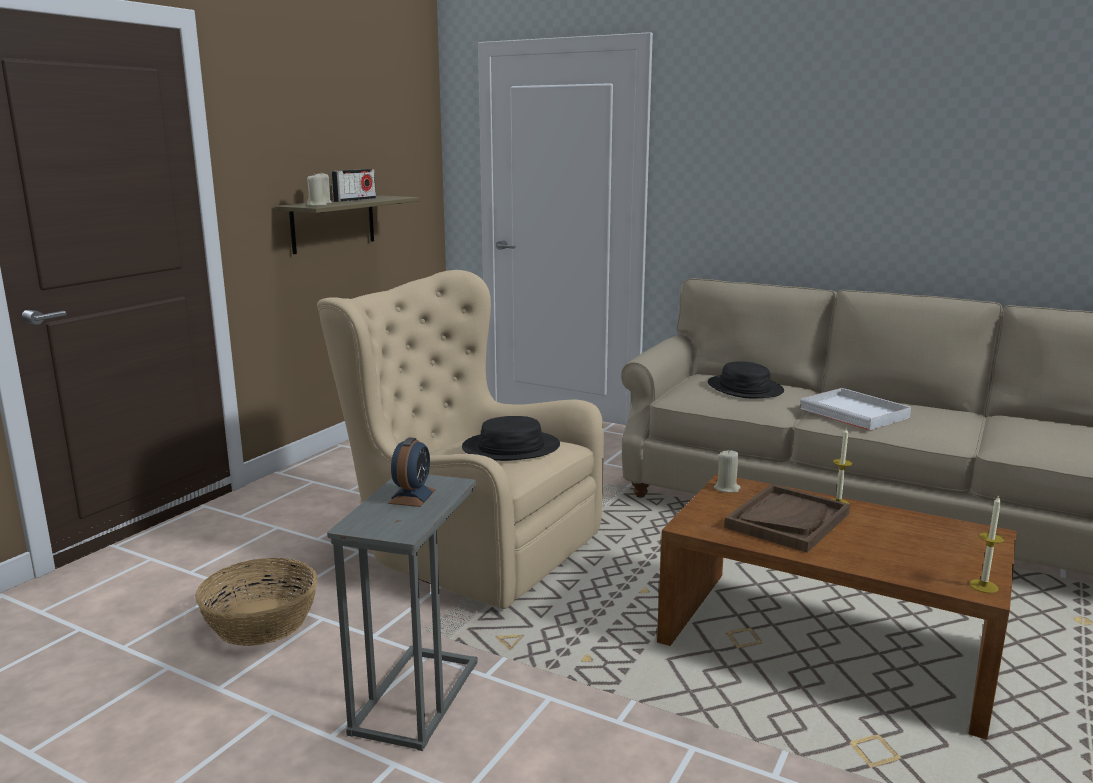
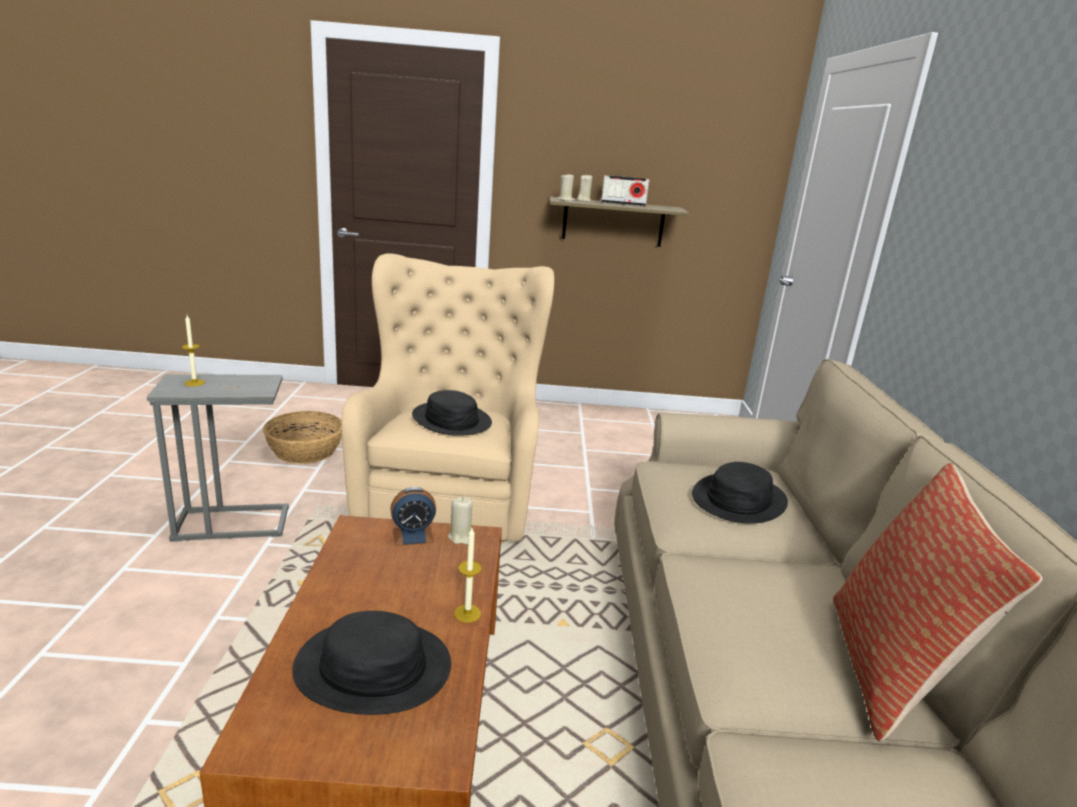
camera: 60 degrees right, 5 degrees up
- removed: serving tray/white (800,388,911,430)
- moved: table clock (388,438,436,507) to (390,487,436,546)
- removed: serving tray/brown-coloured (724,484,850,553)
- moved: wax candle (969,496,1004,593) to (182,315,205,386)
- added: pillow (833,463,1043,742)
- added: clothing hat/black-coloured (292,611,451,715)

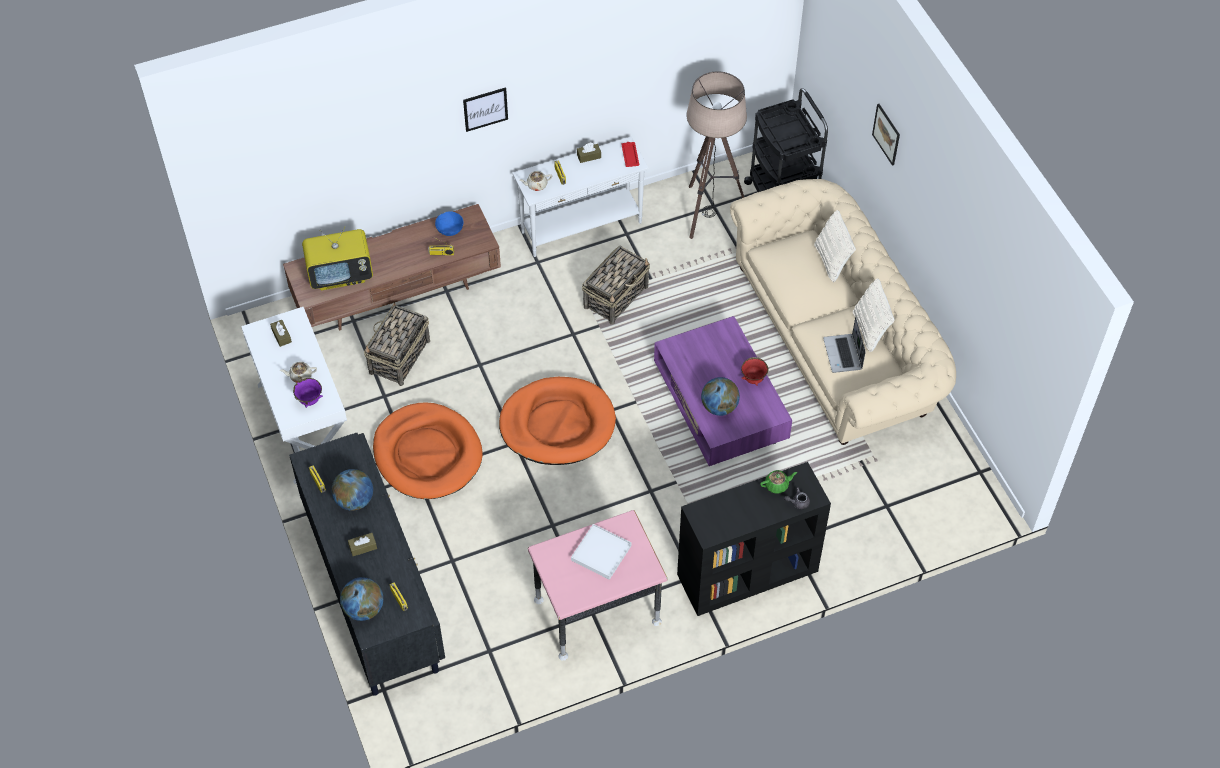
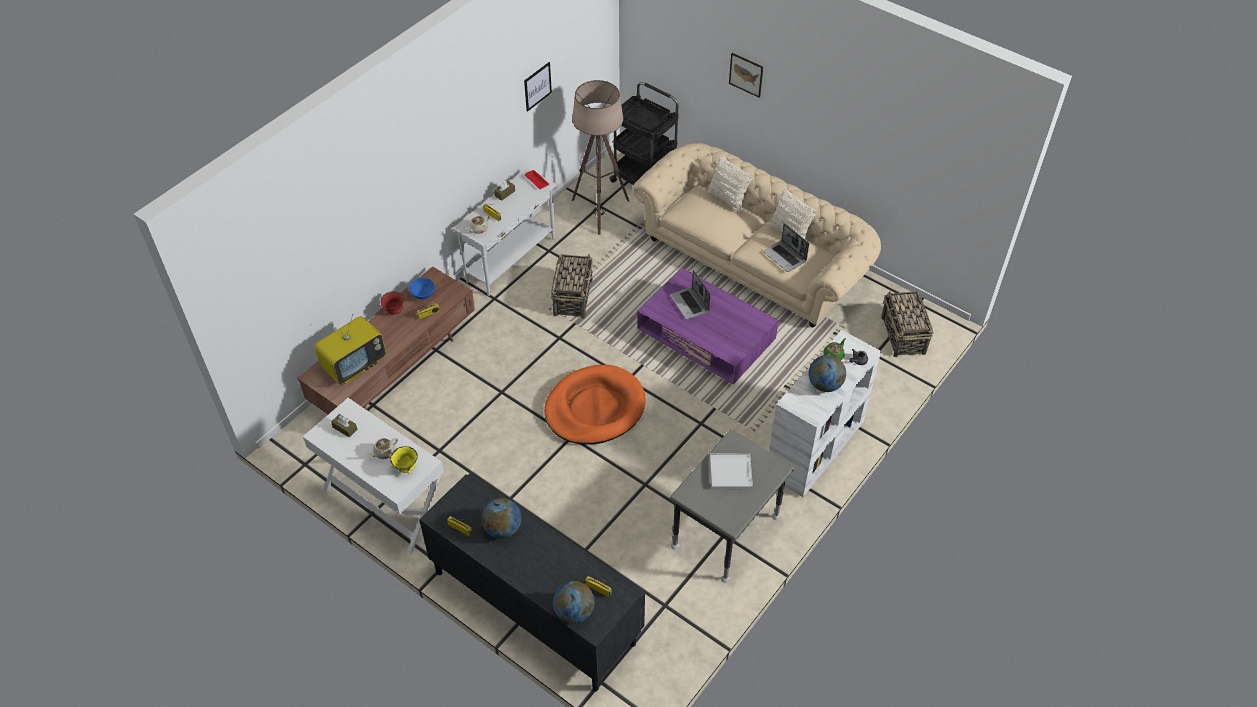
camera: 30 degrees left, 5 degrees down
- moved: wall art (463,87,508,132) to (524,62,552,112)
- moved: basket (364,303,430,386) to (881,291,933,357)
- moved: deep dish/red-coloured (741,357,768,386) to (380,291,404,314)
- moved: desk globe (701,377,740,416) to (809,355,846,392)
- recoloured: deep dish/purple-coloured (293,378,323,408) to deep dish/yellow (390,446,418,474)
- removed: dog bed/orange-coloured (373,403,483,499)
- recoloured: shelving unit/black-coloured (677,462,831,616) to shelving unit/white (769,330,881,497)
- recoloured: desk unit/pinkish (528,510,667,661) to desk unit/greyish (670,429,794,583)
- removed: tissue box/brown-coloured (348,533,377,556)
- added: laptop (670,270,711,320)

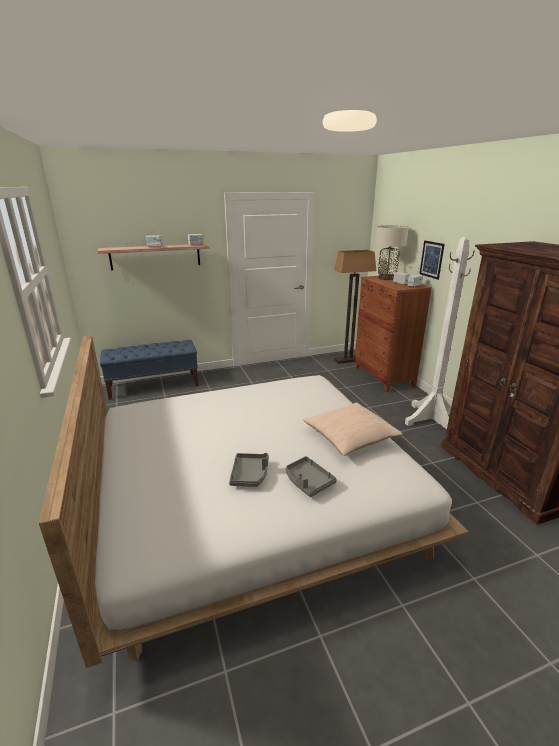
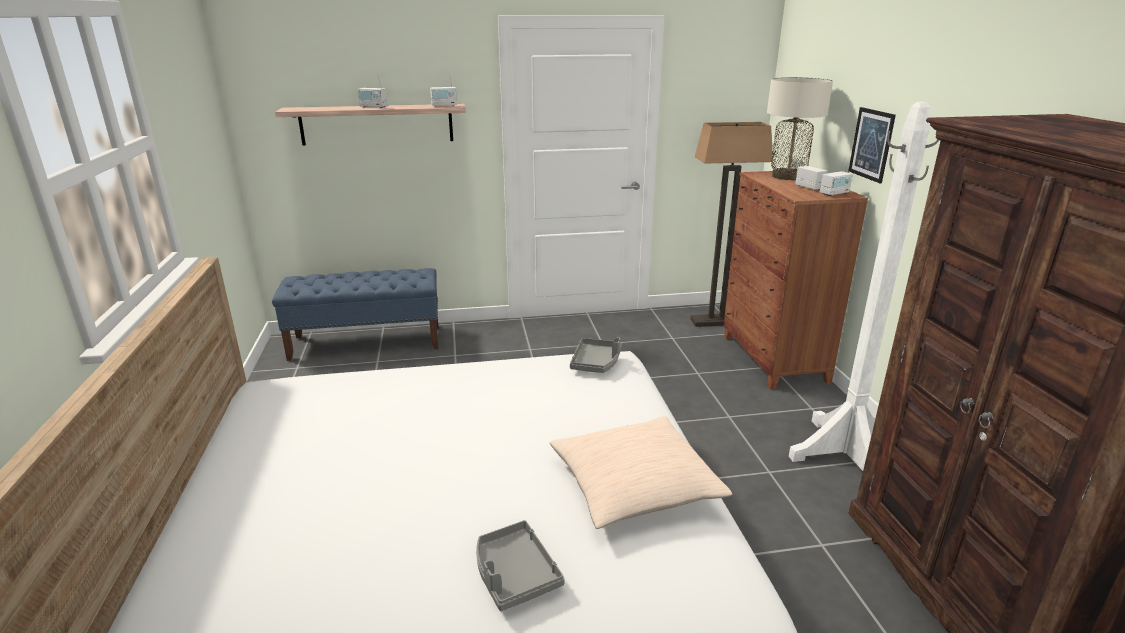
camera: 10 degrees right, 0 degrees up
- moved: serving tray/greyish (229,453,269,487) to (570,337,622,373)

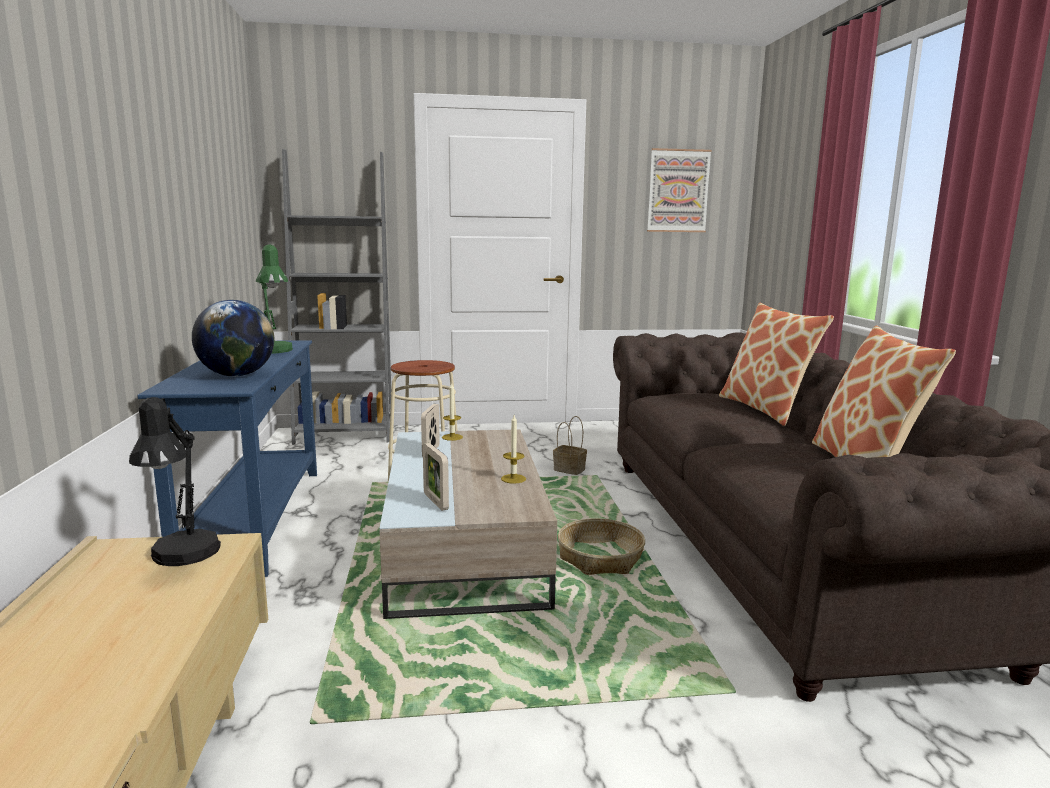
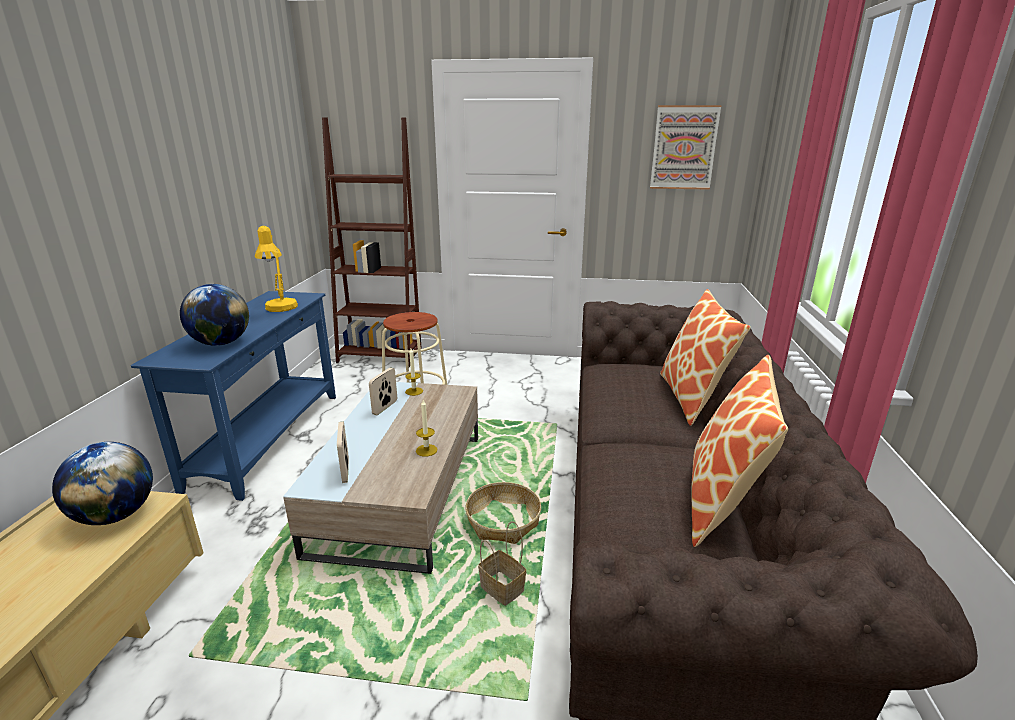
camera: 15 degrees right, 10 degrees up
- recoloured: shelving unit/greyish (282,149,391,445) to shelving unit/brown-coloured (322,117,422,367)
- recoloured: tabletop lamp/green-coloured (256,245,293,354) to tabletop lamp/yellow (255,226,298,312)
- replaced: tabletop lamp/black-coloured (129,397,221,566) to desk globe (52,442,153,525)
- moved: basket (553,416,587,475) to (478,521,526,606)

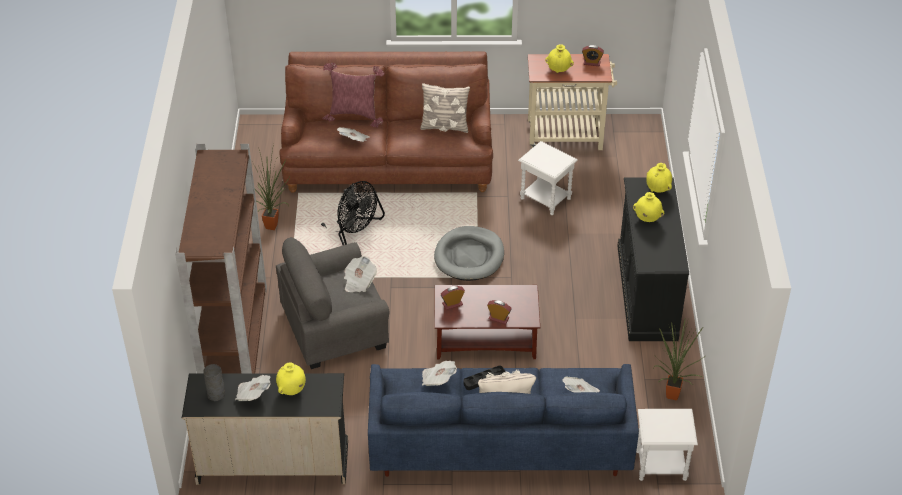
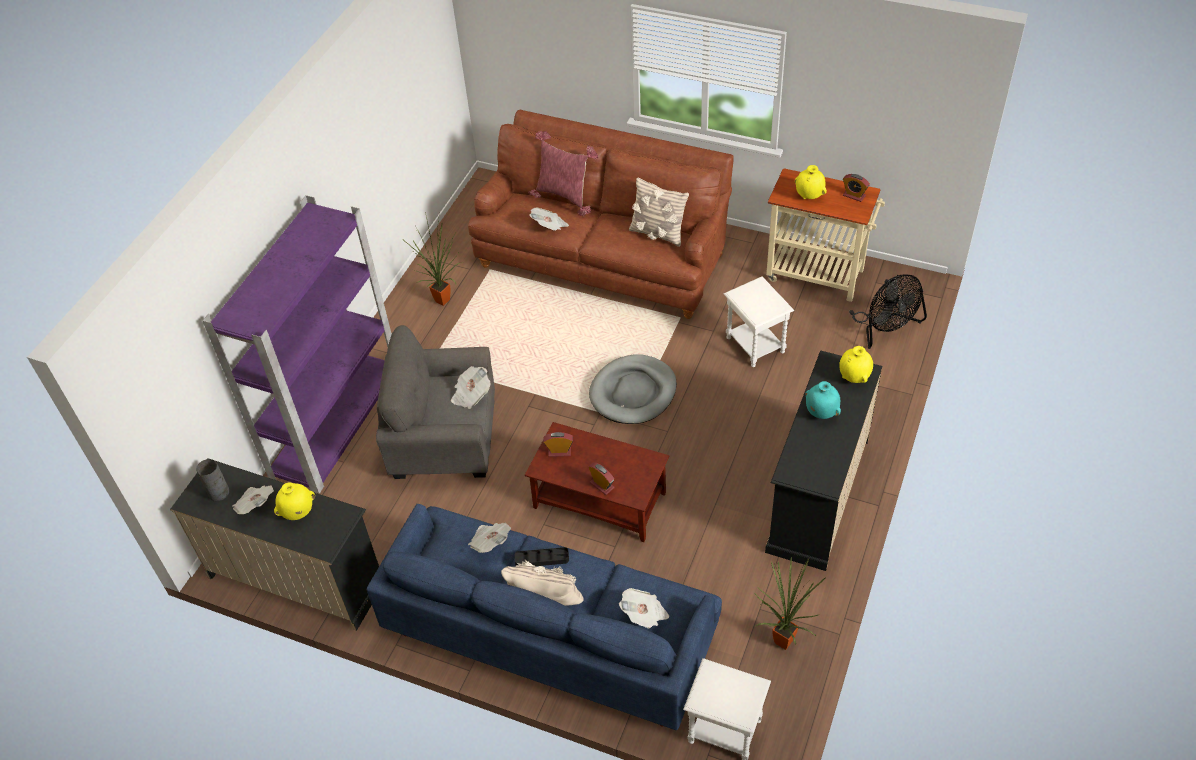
camera: 25 degrees right, 5 degrees up
- recoloured: shelving unit/brown-coloured (175,144,267,374) to shelving unit/purple-coloured (203,195,392,494)
- moved: cooling fan/black-coloured (321,181,385,245) to (849,274,927,349)
- recoloured: flower vase/yellow (633,192,664,222) to flower vase/blue-green (805,381,841,419)

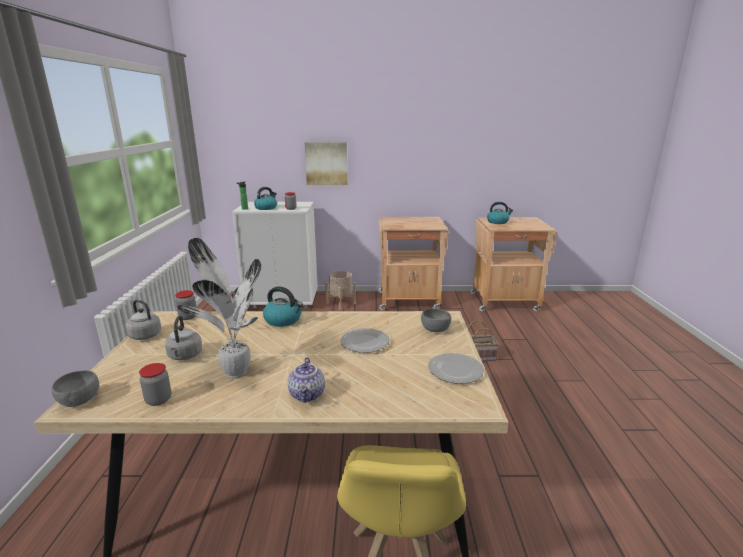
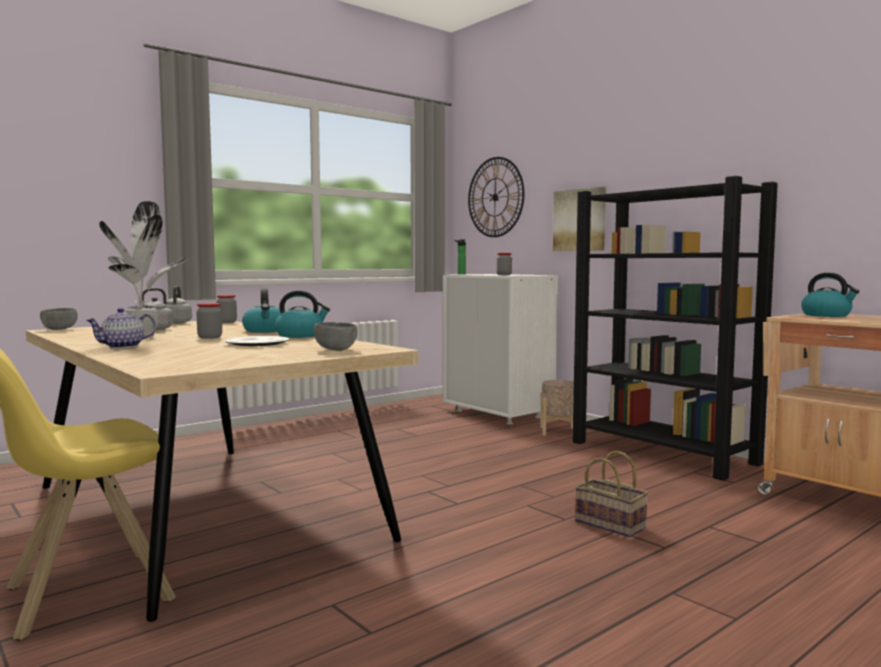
camera: 50 degrees right, 15 degrees down
- moved: kettle (254,187,277,210) to (275,291,330,338)
- replaced: cart/brown-coloured (379,217,449,310) to shelving unit/black-coloured (573,176,778,481)
- removed: flat dish (428,353,484,384)
- moved: storage jar (139,363,171,406) to (196,303,222,339)
- added: hanging clock (468,157,524,237)

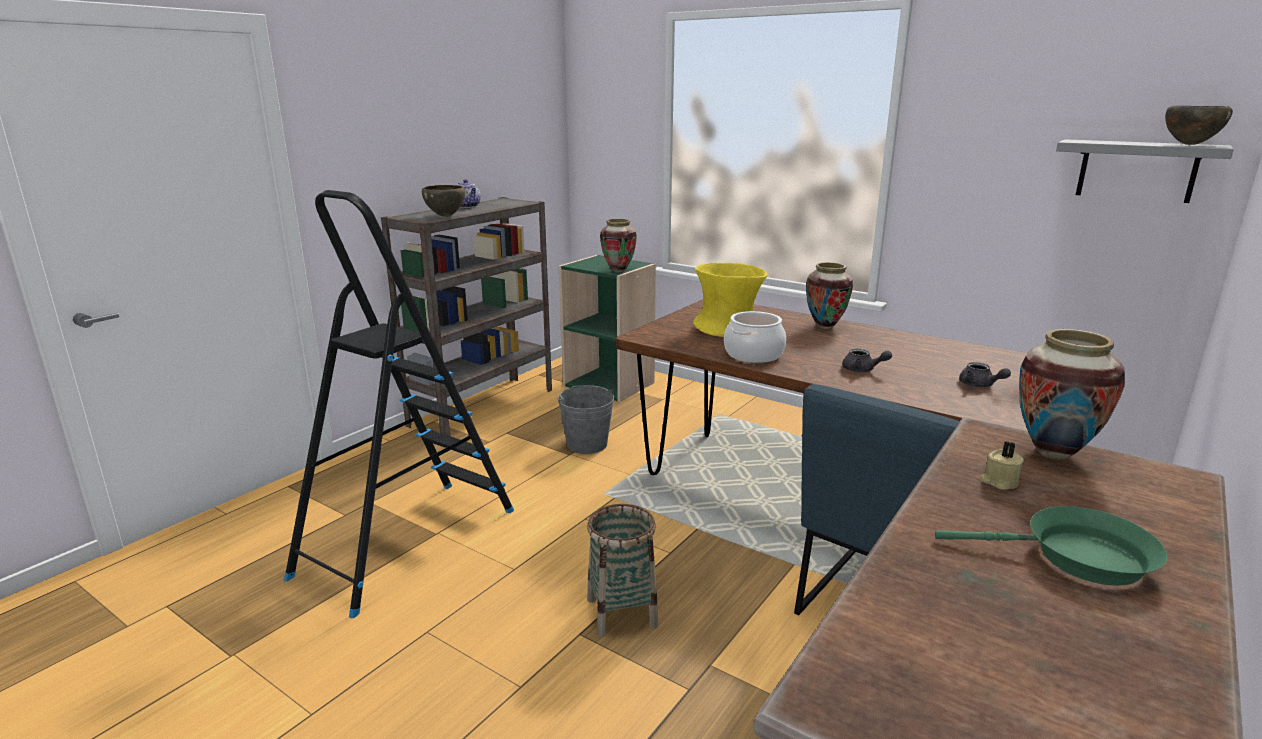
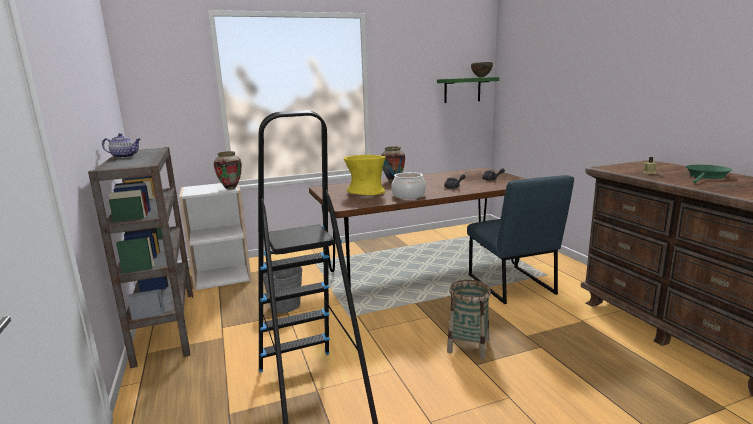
camera: 55 degrees left, 5 degrees down
- recoloured: wall shelf/greyish (1056,139,1234,203) to wall shelf/green-coloured (437,77,499,103)
- removed: deep dish/brown-coloured (422,185,465,217)
- recoloured: shelving unit/green-coloured (559,255,656,402) to shelving unit/white (179,183,252,291)
- removed: flower vase (1019,329,1125,460)

